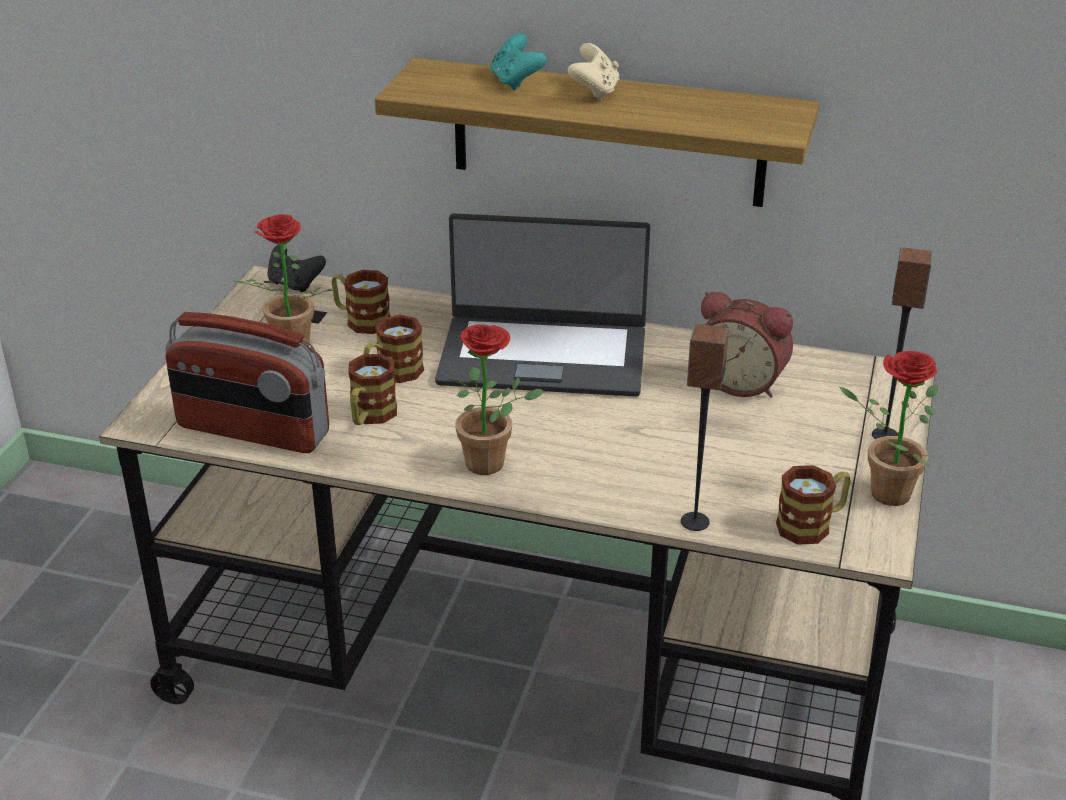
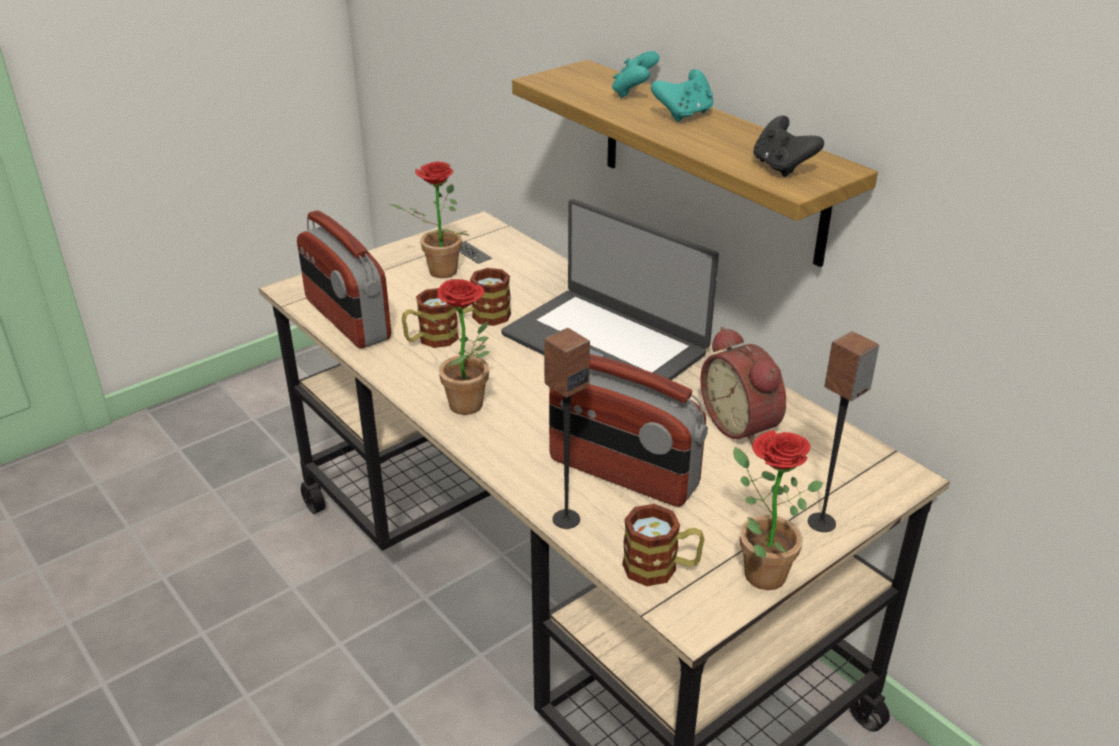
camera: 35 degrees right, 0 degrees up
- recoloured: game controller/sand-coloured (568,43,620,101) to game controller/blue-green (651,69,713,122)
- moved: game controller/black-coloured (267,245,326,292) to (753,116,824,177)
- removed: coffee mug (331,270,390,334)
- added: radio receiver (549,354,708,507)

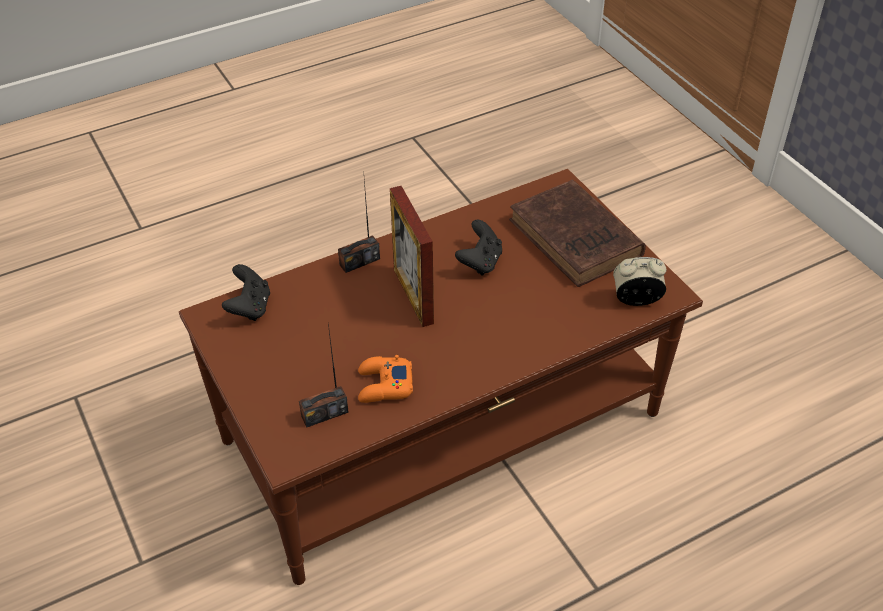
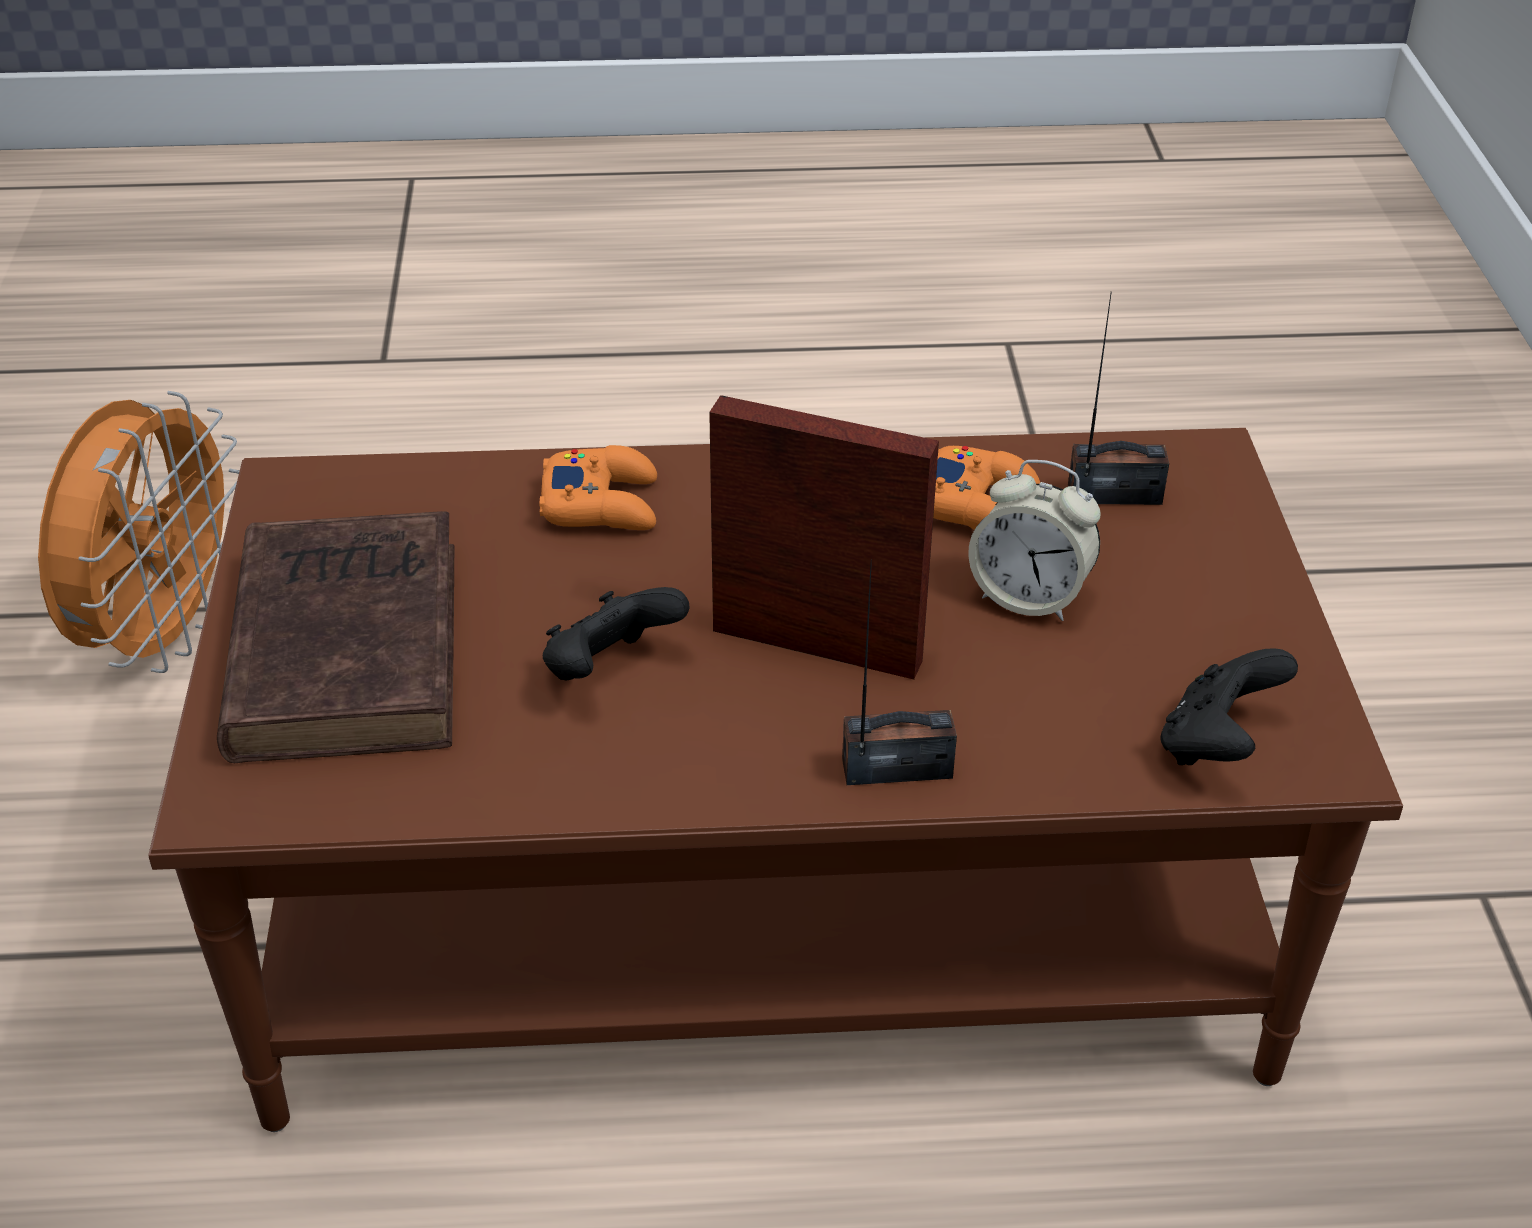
camera: 155 degrees left, 5 degrees down
- turned: standing frame (390,186,434,327) = (709,395,939,679) 75 degrees counterclockwise
- moved: table clock (613,257,666,306) to (968,460,1101,621)
- added: cooling fan/orange-coloured (38,391,239,673)
- added: game controller/orange-coloured (539,445,657,530)

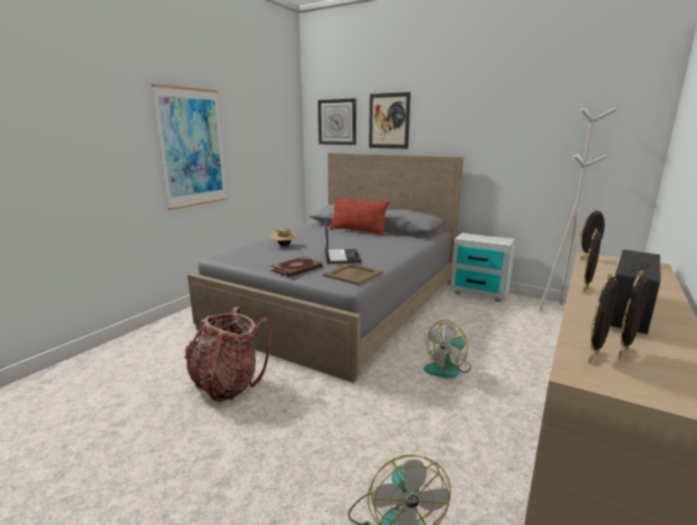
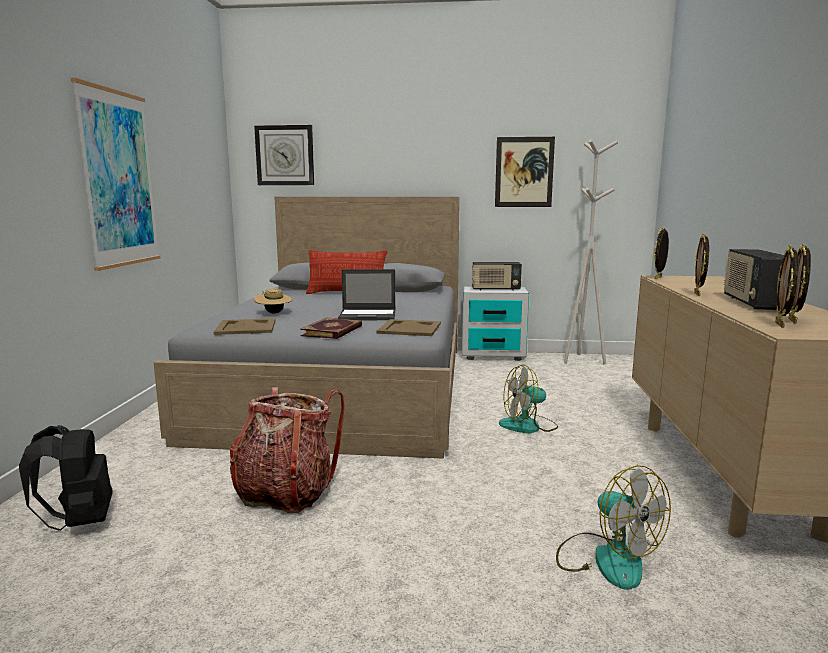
camera: 25 degrees left, 5 degrees down
- moved: wall art (369,92,411,149) to (495,137,555,207)
- turned: laptop (325,219,362,264) = (338,269,395,320) 120 degrees clockwise
- turned: cooling fan (424,320,471,378) = (499,365,558,433) 45 degrees clockwise
- added: radio receiver (472,262,522,291)
- added: serving tray/sand-coloured (214,318,276,335)
- added: rucksack/black-coloured (19,425,113,531)

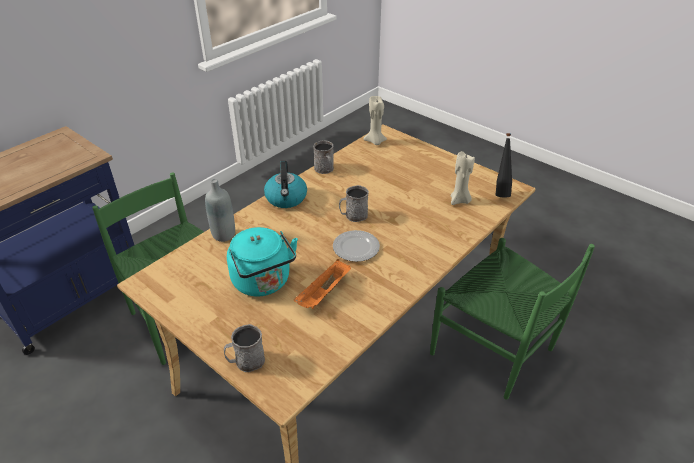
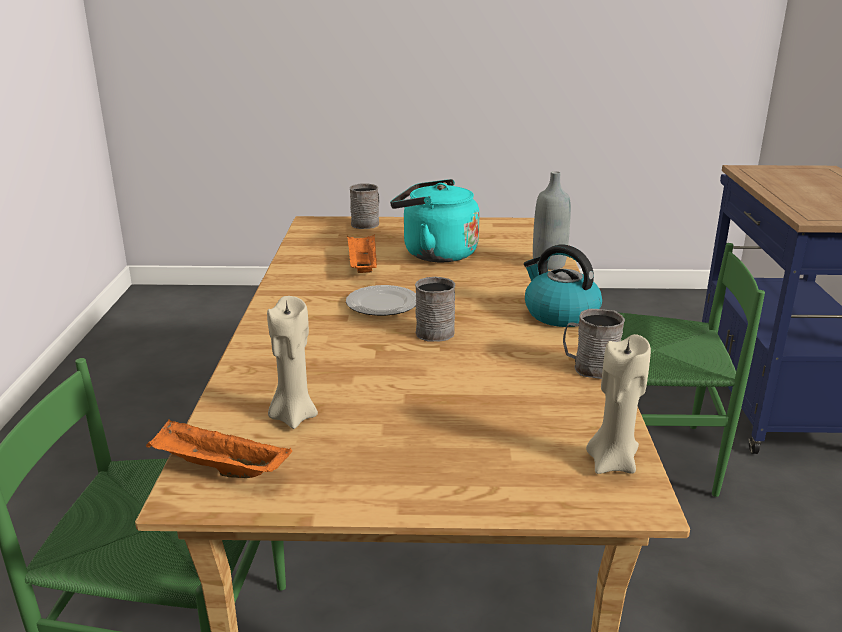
camera: 140 degrees right, 15 degrees down
- replaced: bottle/black-coloured (496,133,512,198) to serving tray/orange-coloured (146,419,292,478)

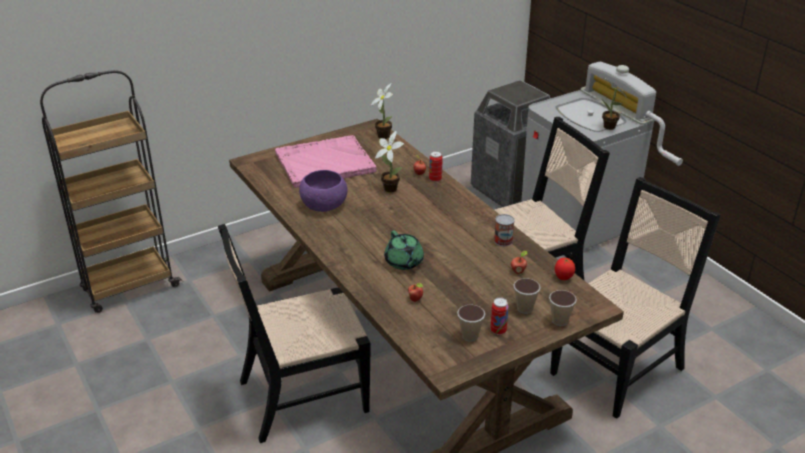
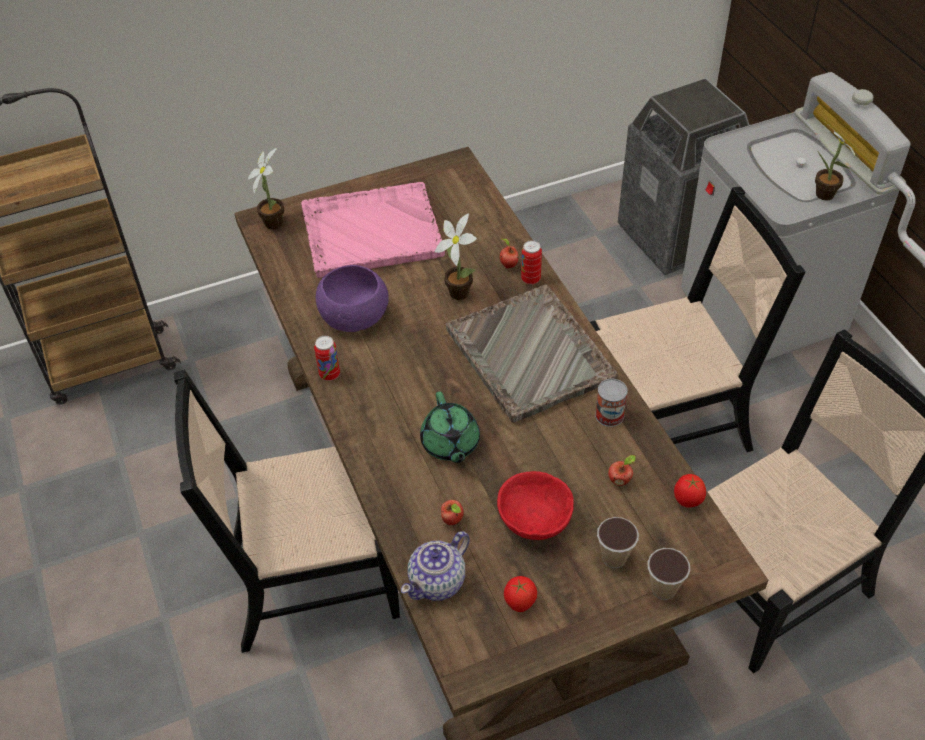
camera: 10 degrees right, 15 degrees up
- moved: plant in a pot (371,83,393,139) to (248,148,284,230)
- moved: sealed can (490,298,509,335) to (314,336,340,381)
- replaced: drinking cup (457,305,485,342) to tomato (504,576,537,612)
- added: serving tray/greyish (446,285,618,423)
- added: deep dish/red-coloured (497,471,574,540)
- added: tea pot (401,531,470,601)

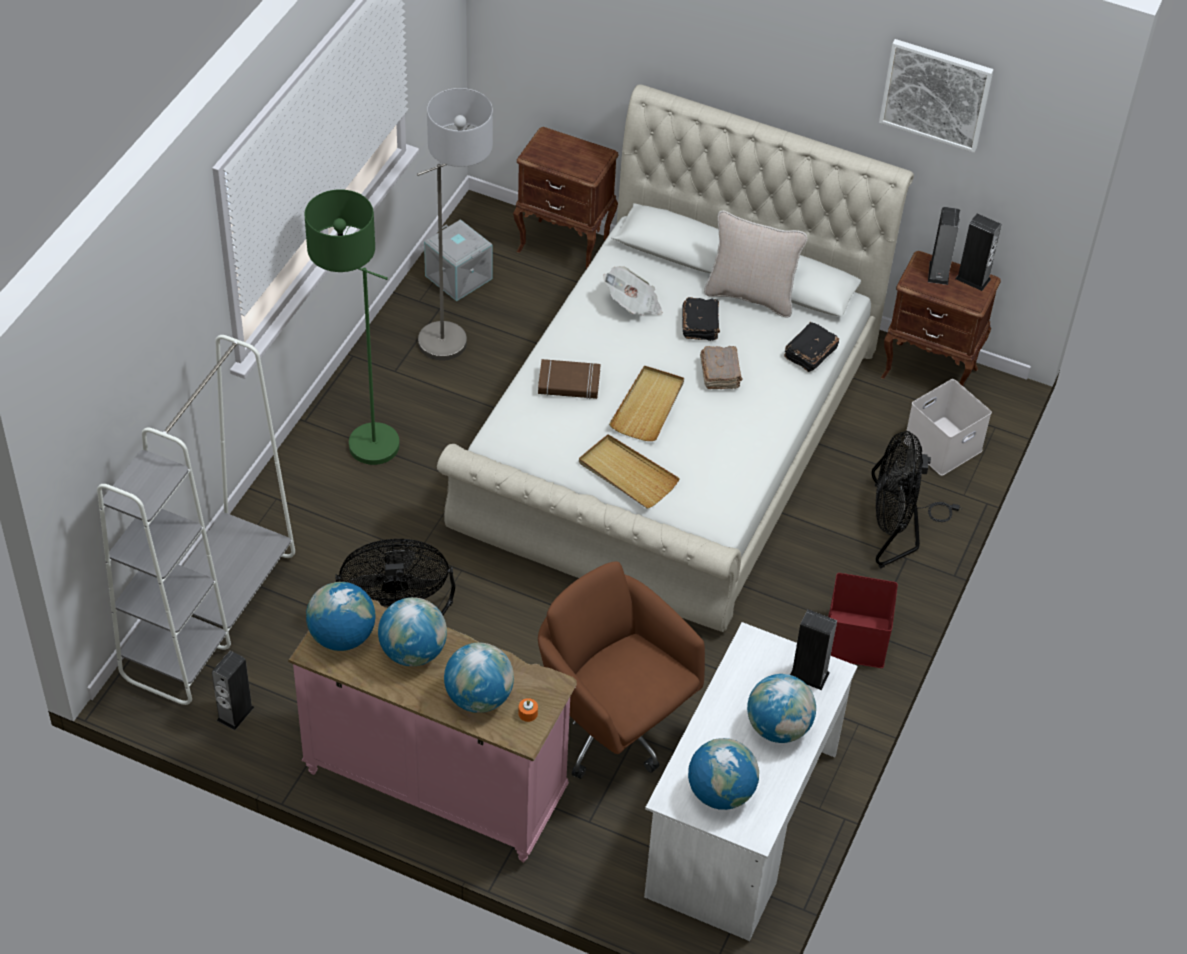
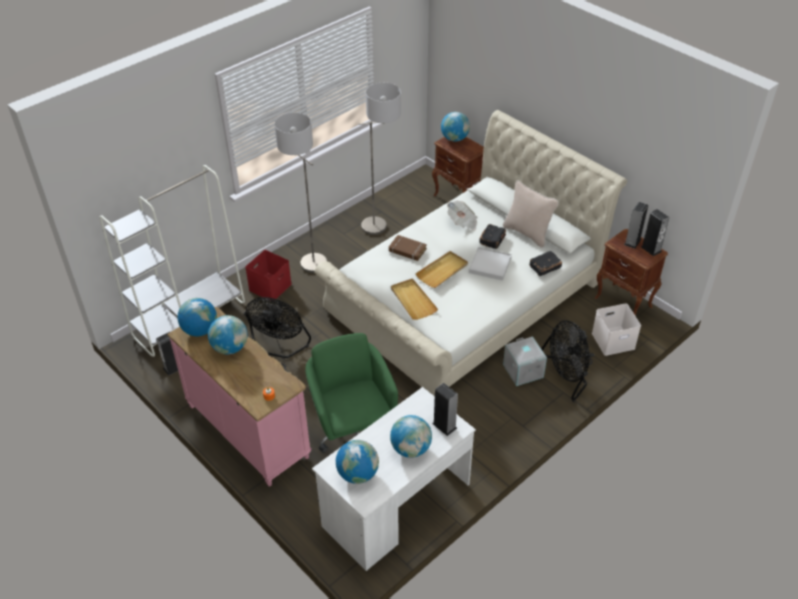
camera: 25 degrees right, 5 degrees down
- removed: wall art (879,39,994,153)
- recoloured: standard lamp/green-coloured (305,189,400,465) to standard lamp/greyish (274,113,327,273)
- moved: storage box/greyish (424,219,493,301) to (503,336,547,386)
- replaced: volume/brown-coloured (700,346,742,389) to serving tray/white (469,247,512,281)
- turned: cooling fan/black-coloured (871,431,961,569) = (541,320,594,402) 45 degrees counterclockwise
- recoloured: desk chair/brown-coloured (538,562,705,779) to desk chair/green-coloured (305,333,398,453)
- moved: storage box/red-coloured (828,573,898,668) to (245,250,292,301)
- moved: desk globe (444,643,514,713) to (441,112,470,142)

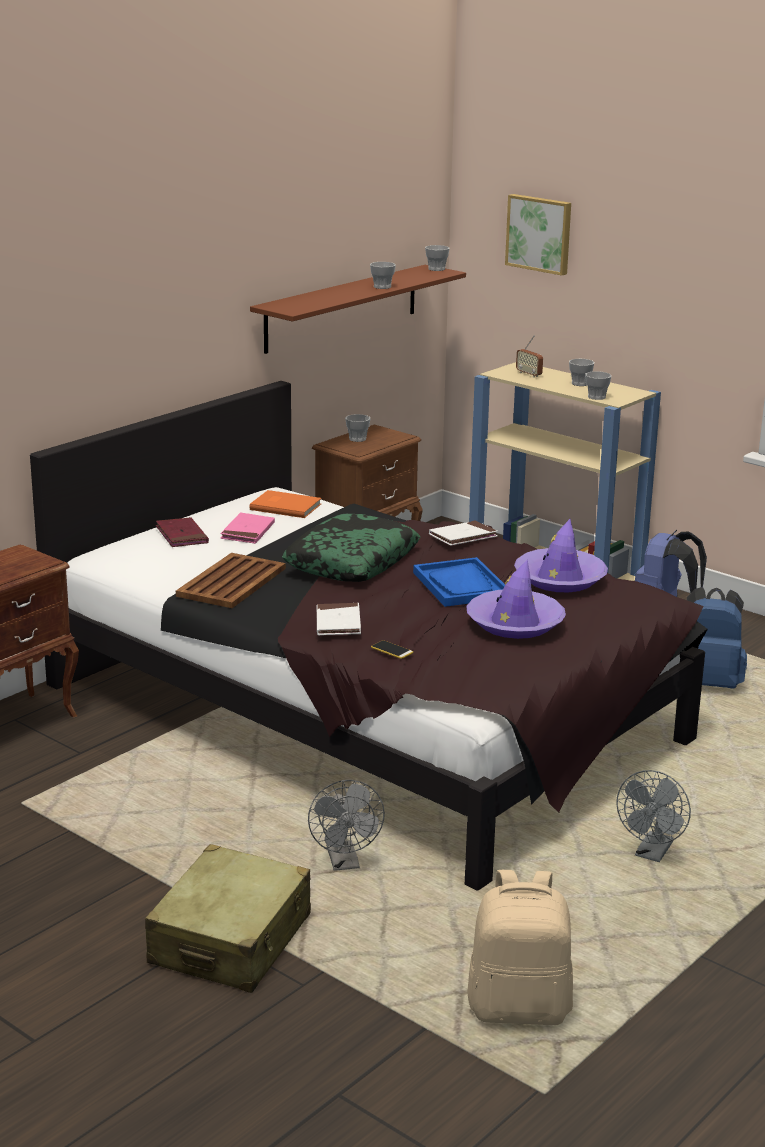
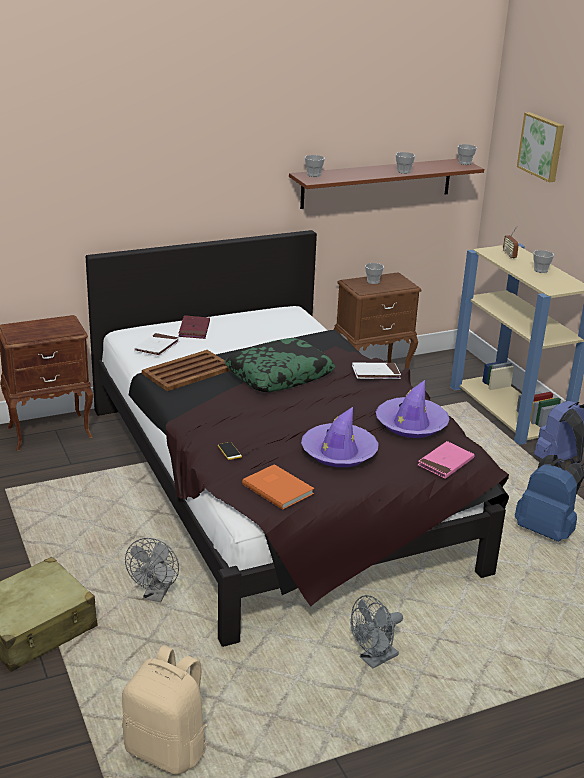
camera: 25 degrees right, 5 degrees up
- moved: drinking cup (585,371,612,400) to (305,155,325,177)
- moved: volume/orange-coloured (250,490,321,518) to (242,464,314,510)
- moved: volume/pinkish (220,512,275,544) to (418,441,475,479)
- removed: serving tray/bluish (413,557,505,607)
- moved: volume/white (317,603,361,636) to (134,333,180,356)

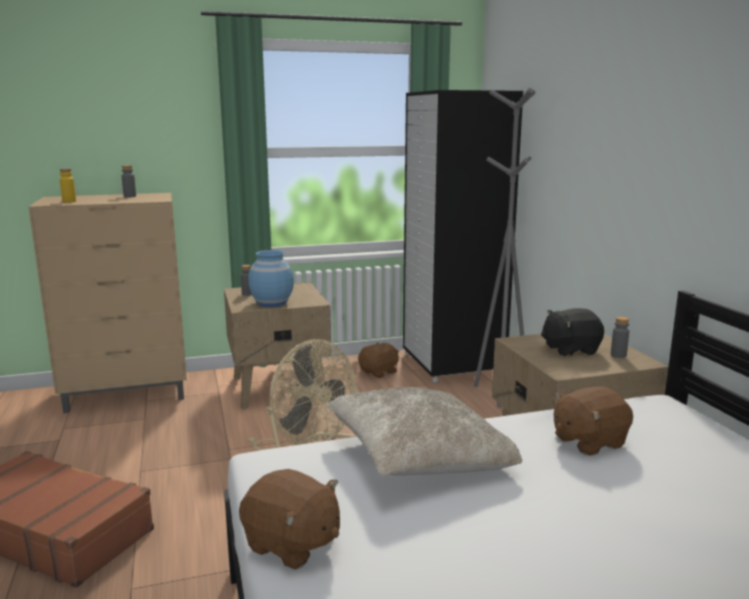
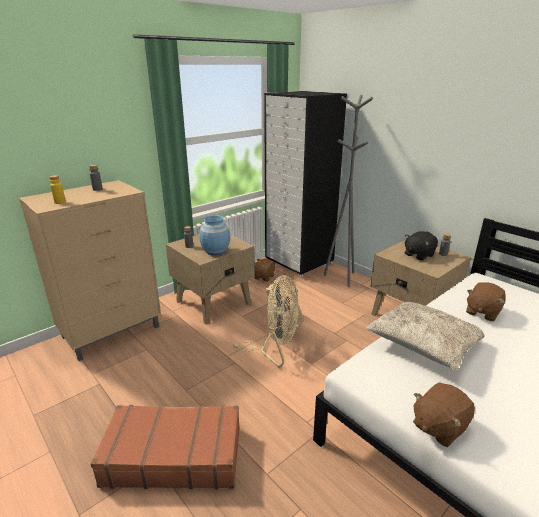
camera: 25 degrees left, 10 degrees up
- turned: cuddly toy/brown-coloured (239,469,340,570) = (413,382,475,447) 135 degrees clockwise

